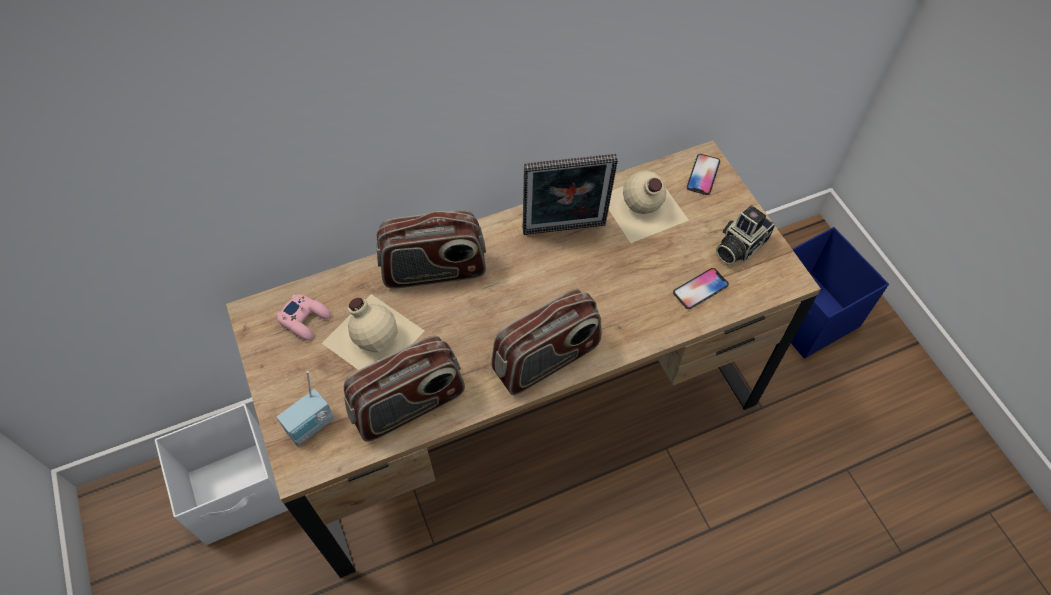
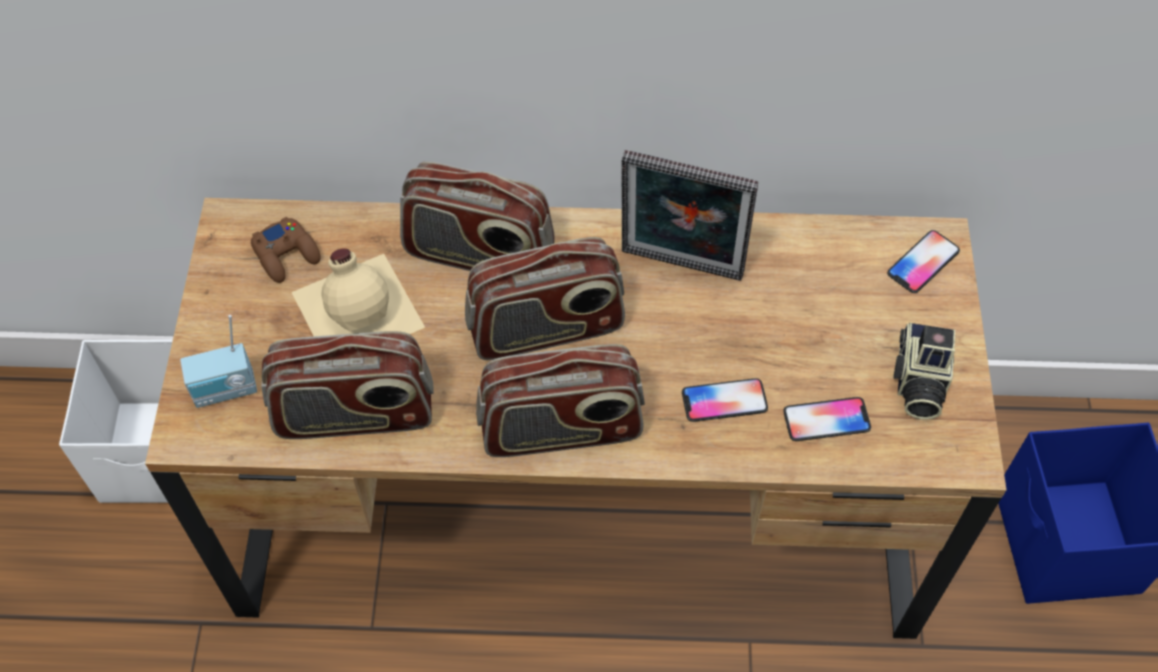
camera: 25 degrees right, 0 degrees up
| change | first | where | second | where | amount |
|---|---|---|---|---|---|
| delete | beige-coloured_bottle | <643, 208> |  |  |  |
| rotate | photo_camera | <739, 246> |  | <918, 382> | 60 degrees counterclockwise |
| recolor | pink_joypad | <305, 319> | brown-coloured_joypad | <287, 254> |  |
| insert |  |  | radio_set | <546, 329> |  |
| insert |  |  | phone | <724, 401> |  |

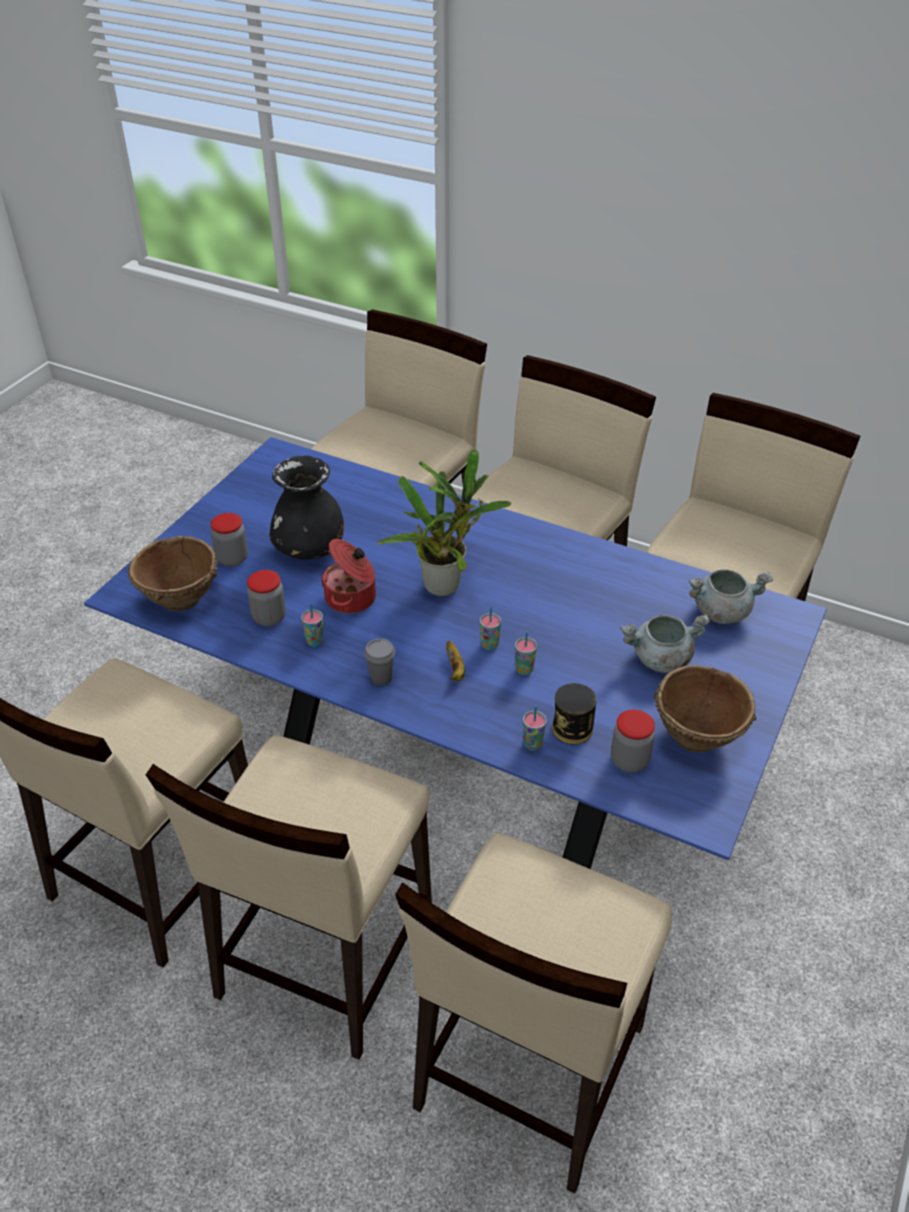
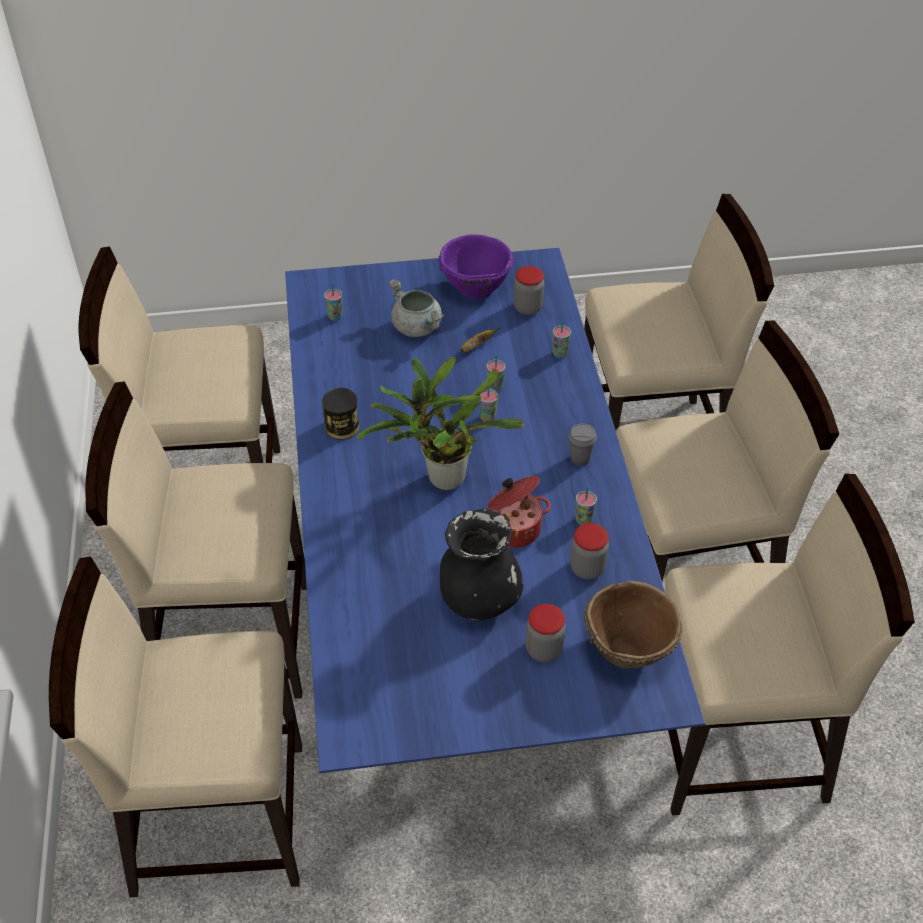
camera: 125 degrees left, 5 degrees up
| change | first | where | second | where | amount |
|---|---|---|---|---|---|
| replace | grey_saucepot | <722, 611> | drinking_cup | <335, 317> |  |
| move | banana | <455, 670> |  | <477, 346> |  |
| recolor | brown-coloured_bowl | <698, 735> | purplish_bowl | <475, 287> |  |
| move | can | <572, 728> |  | <342, 427> |  |

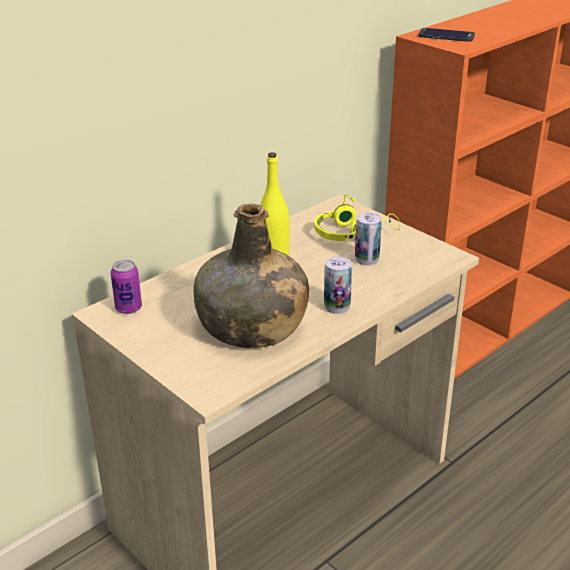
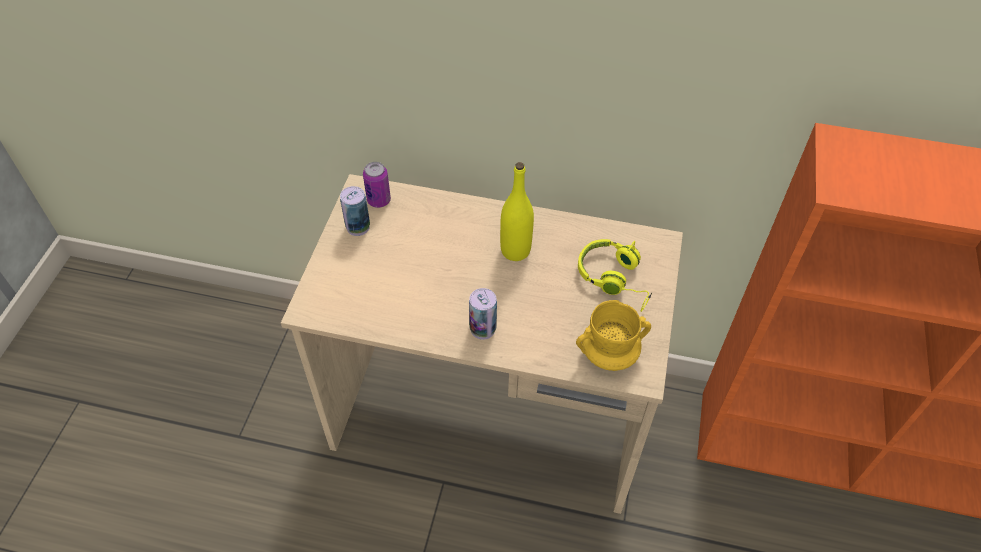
camera: 55 degrees right, 20 degrees up
| change | first | where | second | where | amount |
|---|---|---|---|---|---|
| delete | phone | <446, 36> |  |  |  |
| delete | greenish_bottle | <251, 327> |  |  |  |
| move | can | <366, 259> |  | <358, 227> |  |
| insert |  |  | yellowish_mug | <609, 354> |  |

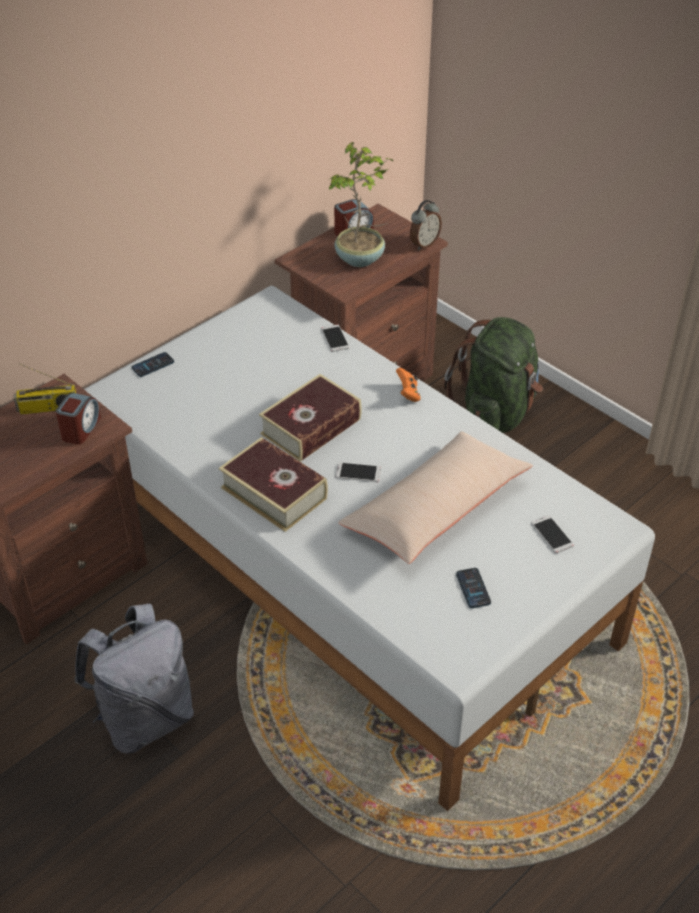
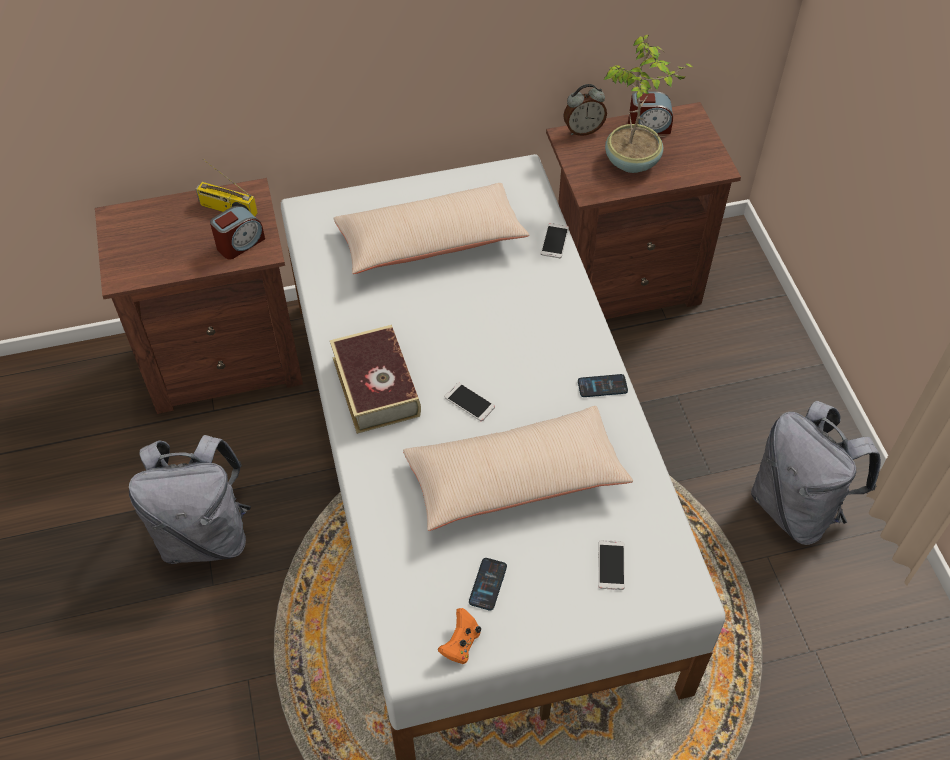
camera: 30 degrees right, 10 degrees up
| change | first | where | second | where | amount |
|---|---|---|---|---|---|
| move | table_clock | <424, 244> |  | <583, 130> |  |
| delete | greenish_knapsack | <495, 414> |  |  |  |
| move | phone | <153, 365> |  | <602, 386> |  |
| move | orange-coloured_joypad | <408, 394> |  | <461, 644> |  |
| delete | volume | <311, 427> |  |  |  |
| insert |  |  | beige-coloured_pillow | <430, 241> |  |
| insert |  |  | grey_knapsack | <797, 507> |  |

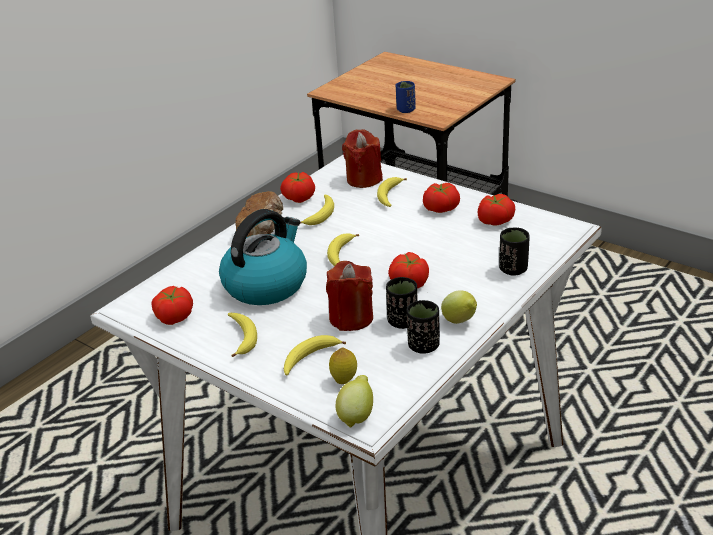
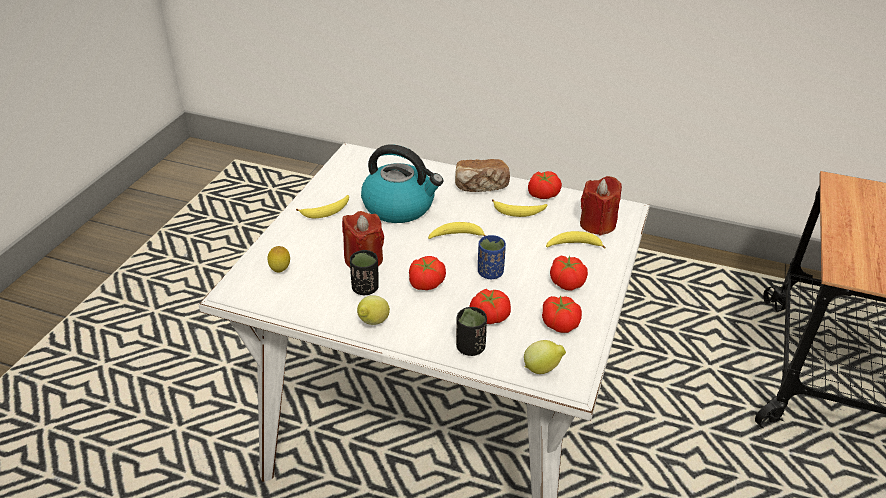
camera: 70 degrees right, 5 degrees up
| change | first | where | second | where | amount |
|---|---|---|---|---|---|
| move | blue_drinking_cup | <406, 110> |  | <490, 273> |  |
| move | whole_tomato | <174, 317> |  | <489, 316> |  |
| delete | blackish_drinking_cup | <423, 346> |  |  |  |
| delete | banana | <309, 359> |  |  |  |
| move | whole_lemon | <356, 416> |  | <542, 369> |  |

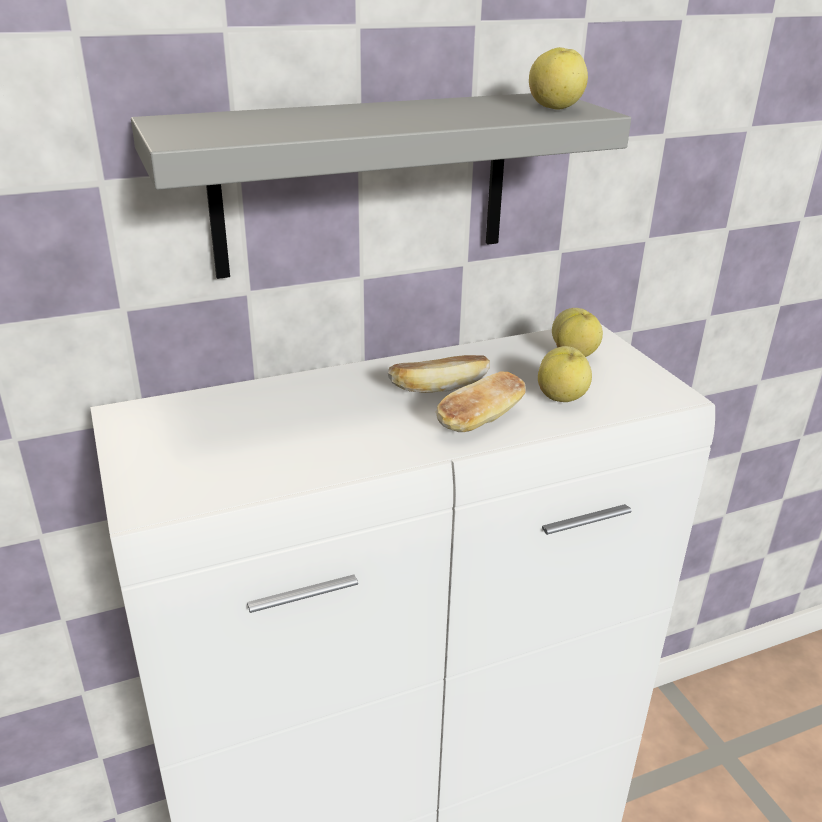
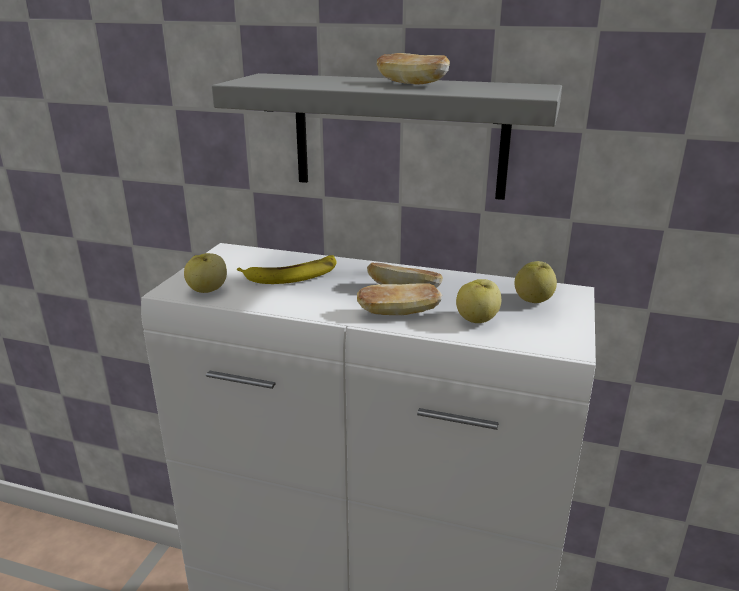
camera: 40 degrees right, 5 degrees down
| change | first | where | second | where | amount |
|---|---|---|---|---|---|
| move | apple_fruit | <556, 108> |  | <207, 290> |  |
| insert |  |  | bakery_bread | <411, 84> |  |
| insert |  |  | banana | <292, 275> |  |

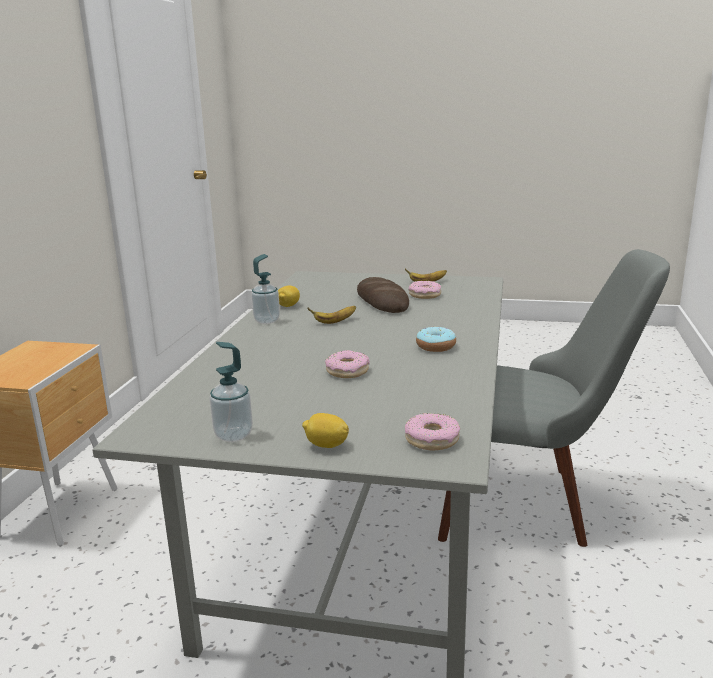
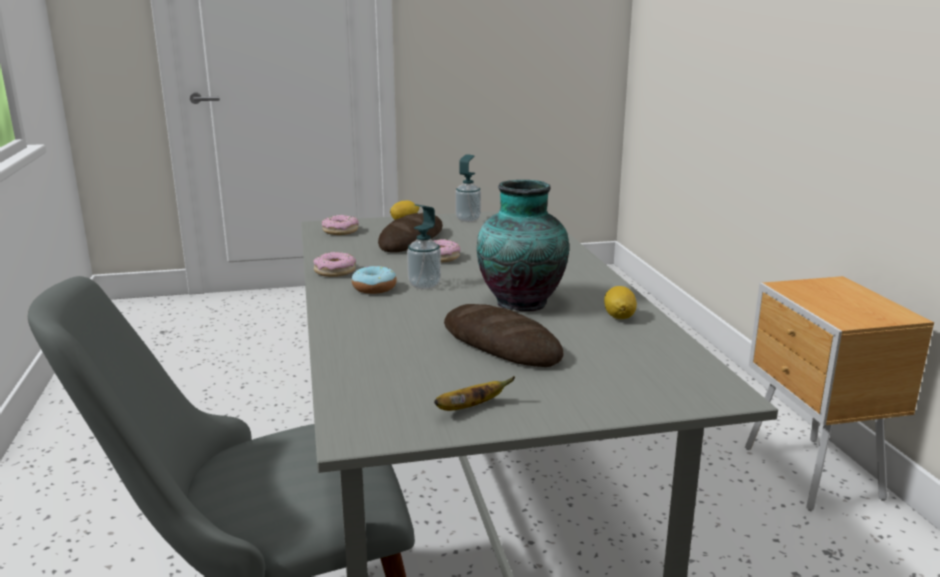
camera: 155 degrees right, 0 degrees up
| change | first | where | second | where | amount |
|---|---|---|---|---|---|
| move | soap_bottle | <267, 321> |  | <424, 285> |  |
| move | doughnut | <425, 295> |  | <334, 271> |  |
| replace | banana | <334, 322> | vase | <521, 302> |  |
| insert |  |  | bakery_bread | <411, 240> |  |

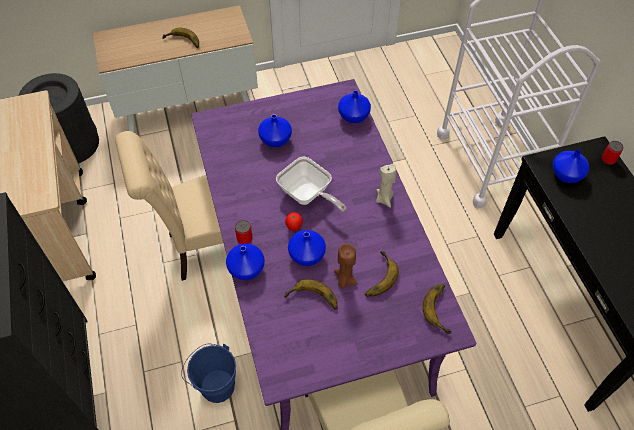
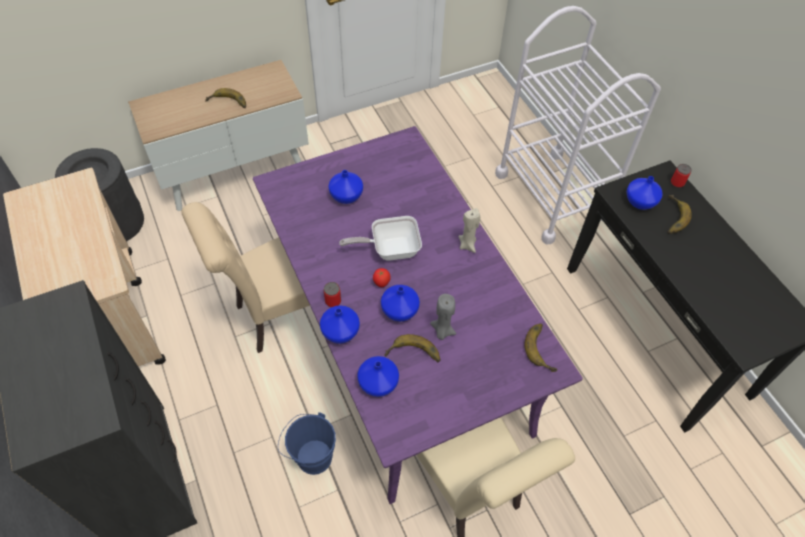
camera: 10 degrees left, 0 degrees up
| change | first | where | second | where | amount |
|---|---|---|---|---|---|
| move | blue_vase | <353, 117> |  | <378, 384> |  |
| rotate | skillet | <308, 195> |  | <390, 249> | 135 degrees clockwise |
| recolor | brown-coloured_candle | <344, 280> | grey_candle | <442, 331> |  |
| move | banana | <376, 276> |  | <671, 217> |  |

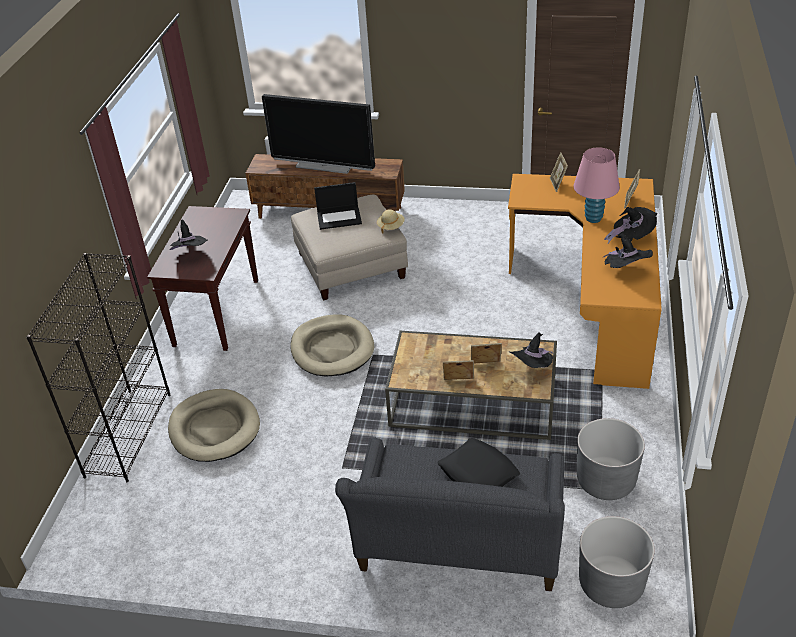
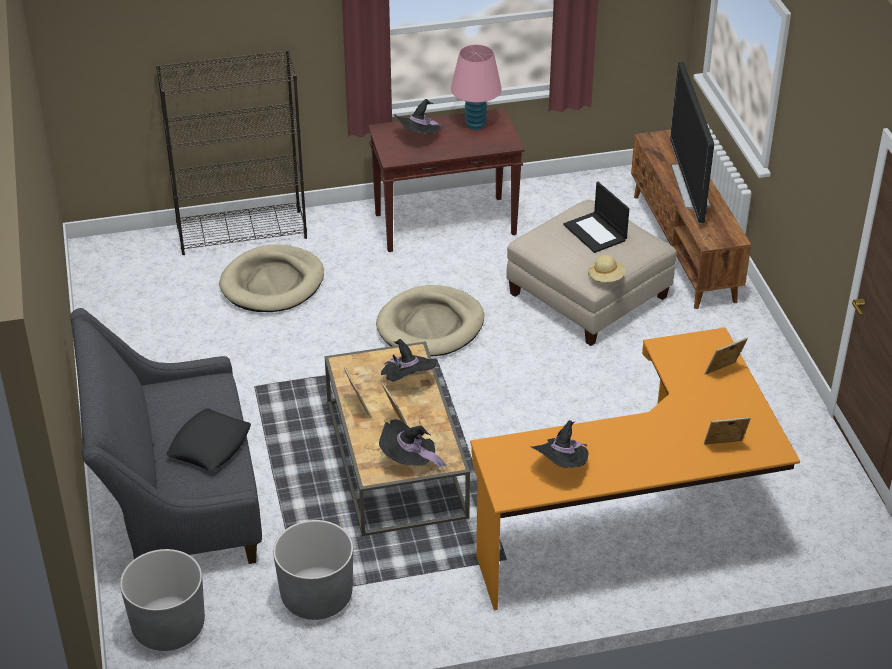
camera: 65 degrees right, 0 degrees up
| change | first | where | second | where | amount |
|---|---|---|---|---|---|
| move | pink_table_lamp | <593, 218> |  | <475, 125> |  |
| move | blackish_wearable_hat | <631, 237> |  | <407, 381> |  |

